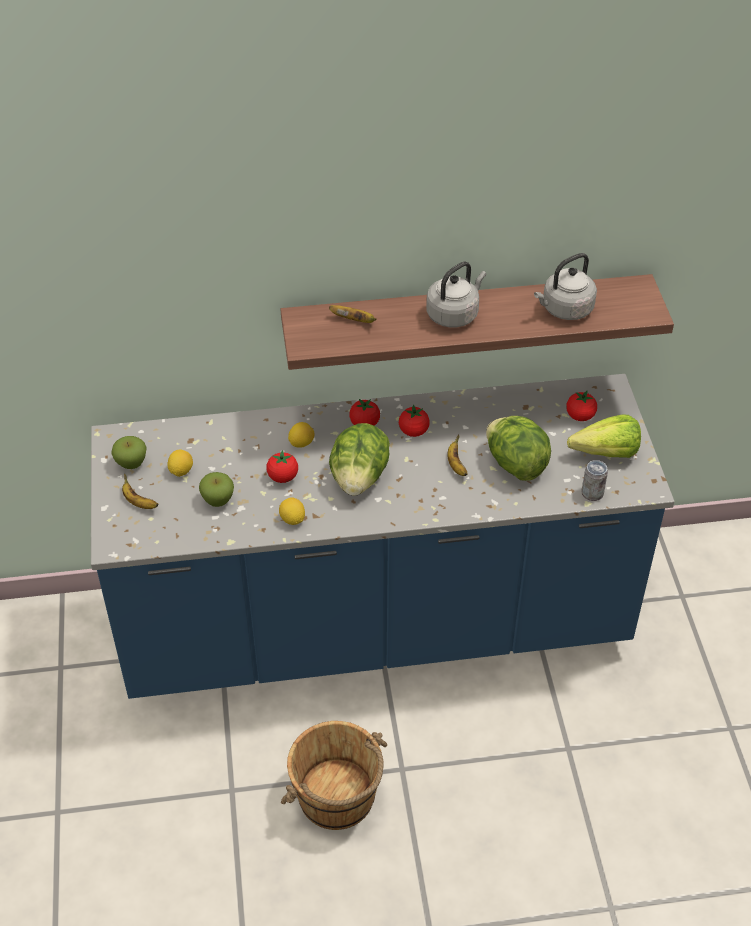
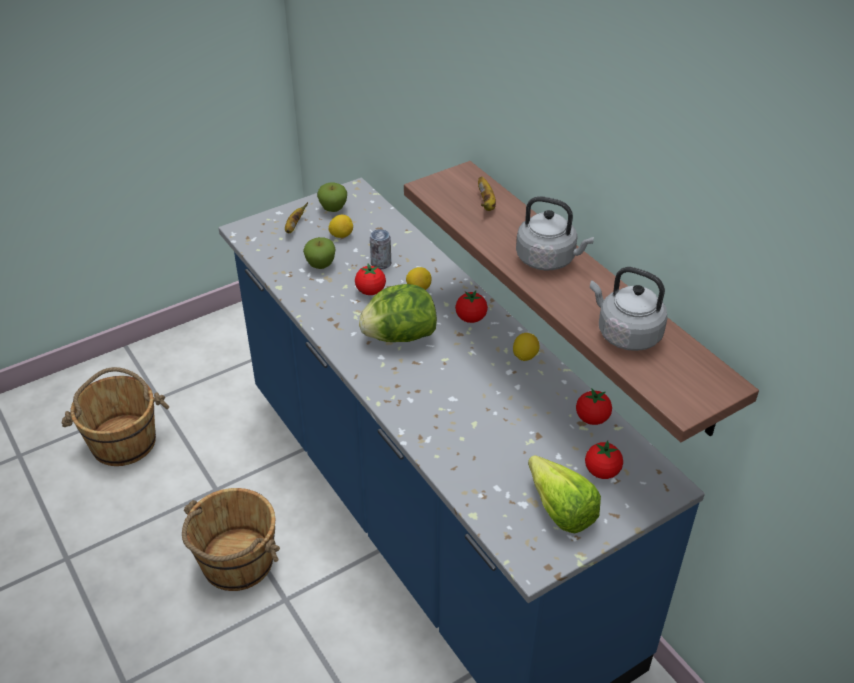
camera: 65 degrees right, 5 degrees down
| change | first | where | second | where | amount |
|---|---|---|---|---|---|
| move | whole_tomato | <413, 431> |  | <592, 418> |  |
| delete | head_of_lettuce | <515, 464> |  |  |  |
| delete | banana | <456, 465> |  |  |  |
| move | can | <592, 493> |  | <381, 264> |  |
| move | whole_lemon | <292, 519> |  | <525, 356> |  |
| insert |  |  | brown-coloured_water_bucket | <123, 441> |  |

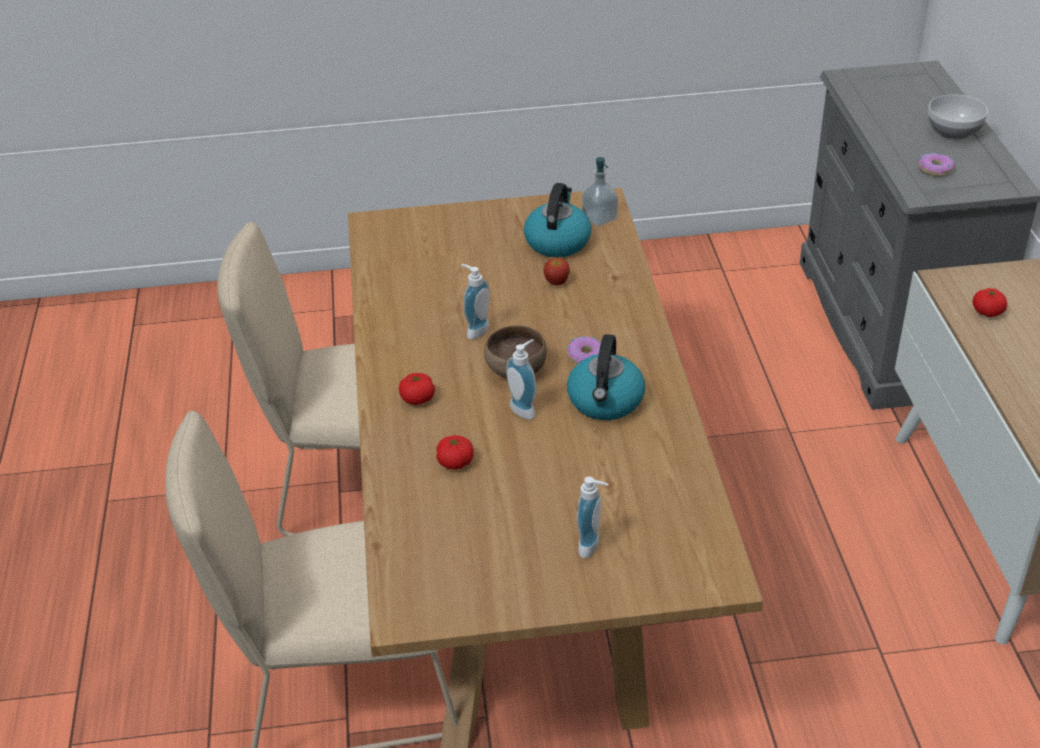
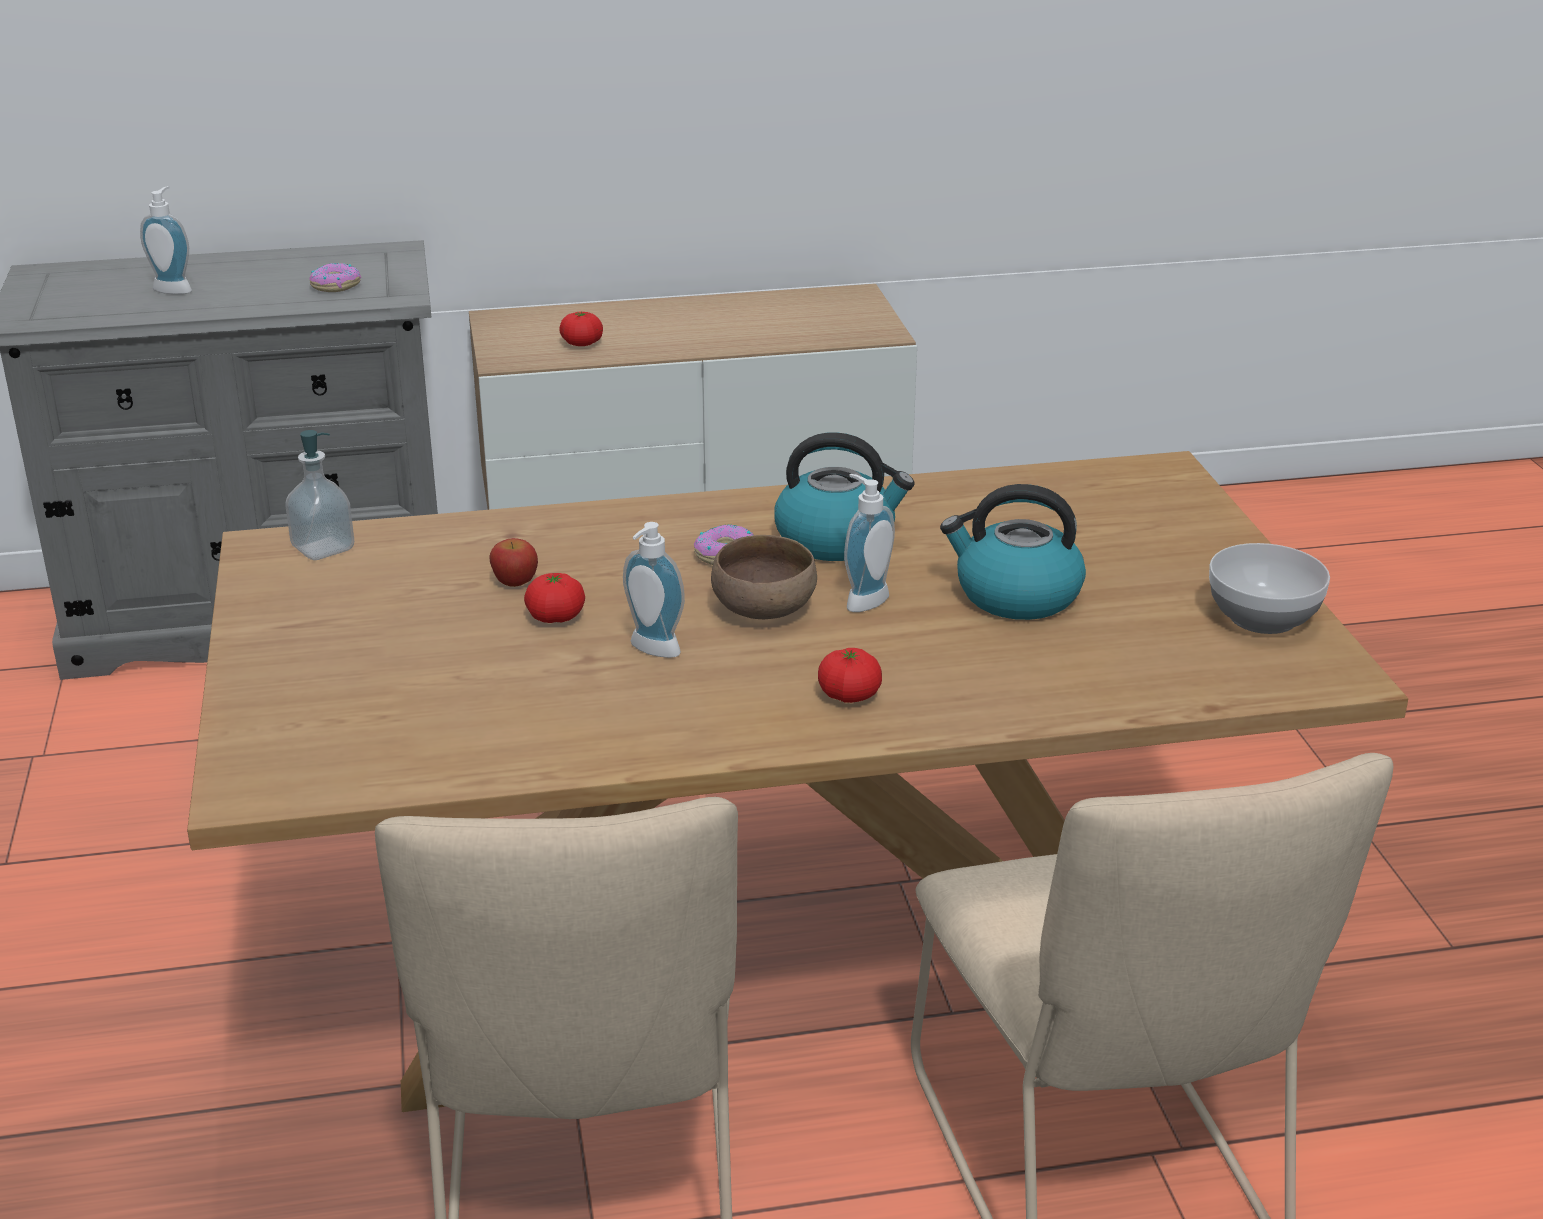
camera: 95 degrees left, 10 degrees down
| change | first | where | second | where | amount |
|---|---|---|---|---|---|
| move | bowl | <954, 131> |  | <1263, 616> |  |
| move | kettle | <557, 241> |  | <1015, 595> |  |
| move | whole_tomato | <455, 462> |  | <555, 617> |  |
| move | soap_bottle | <593, 546> |  | <175, 288> |  |

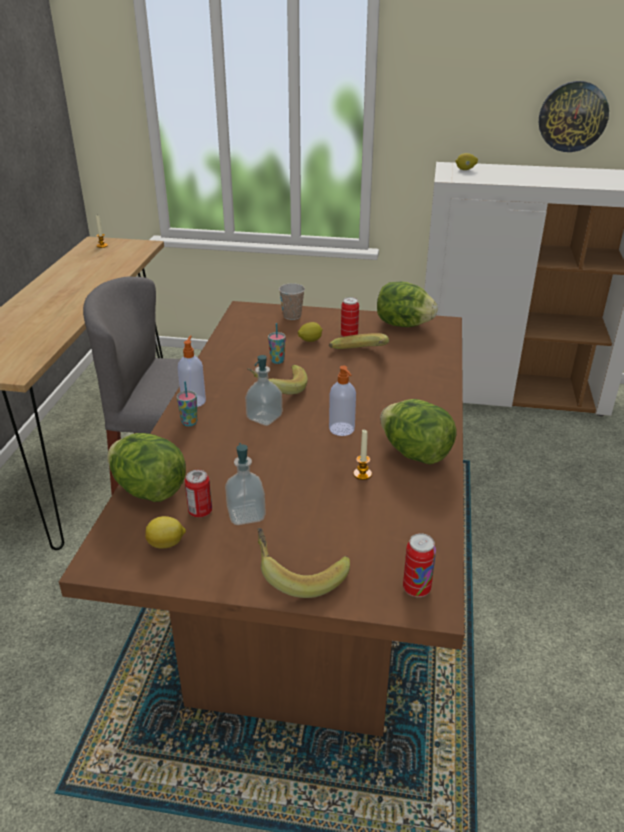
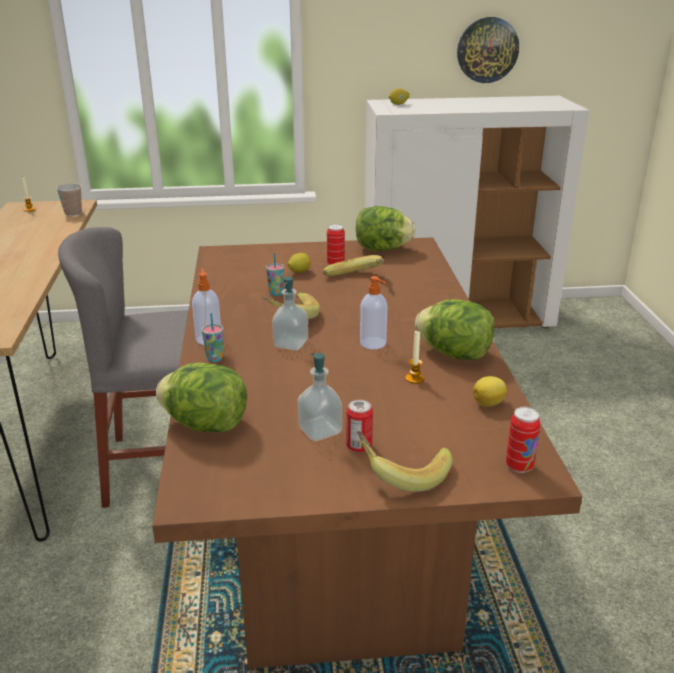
camera: 15 degrees left, 5 degrees down
| change | first | where | second | where | amount |
|---|---|---|---|---|---|
| move | drinking_cup | <292, 316> |  | <73, 213> |  |
| move | can | <200, 511> |  | <359, 446> |  |
| move | whole_lemon | <167, 544> |  | <489, 403> |  |

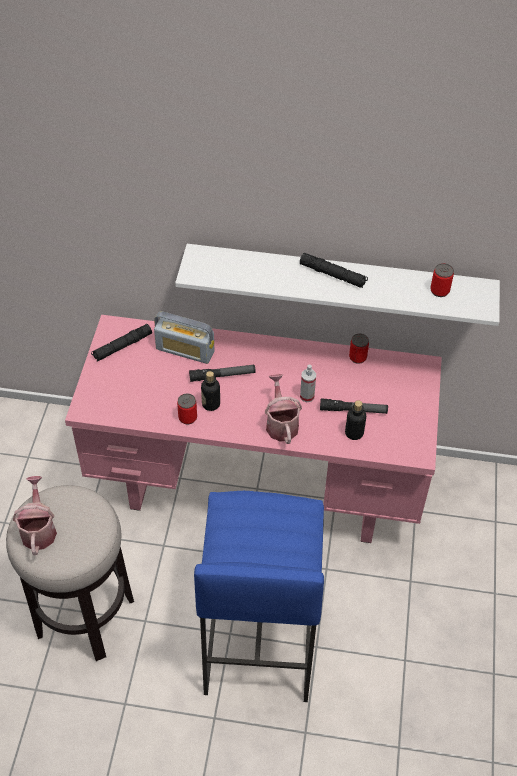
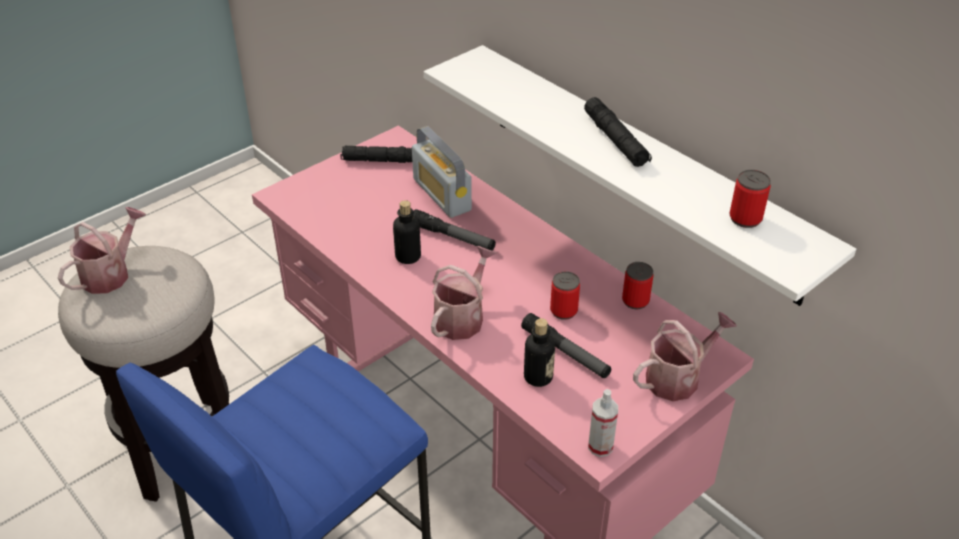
camera: 40 degrees right, 10 degrees down
| change | first | where | second | where | amount |
|---|---|---|---|---|---|
| move | spray_bottle | <307, 396> |  | <600, 446> |  |
| move | can | <187, 417> |  | <563, 311> |  |
| insert |  |  | watering_pot | <678, 377> |  |

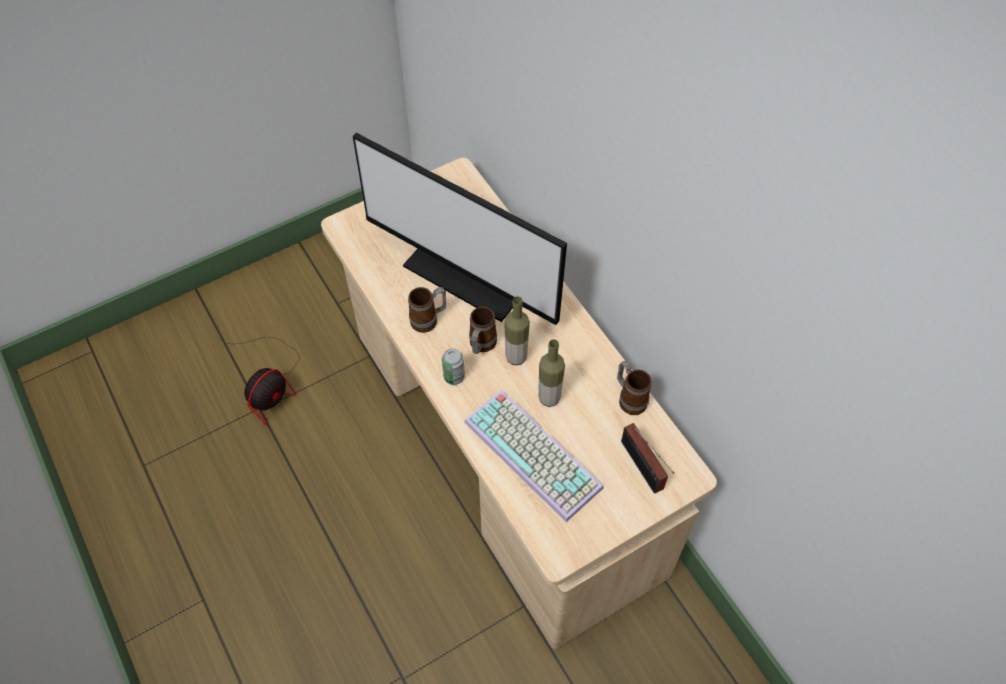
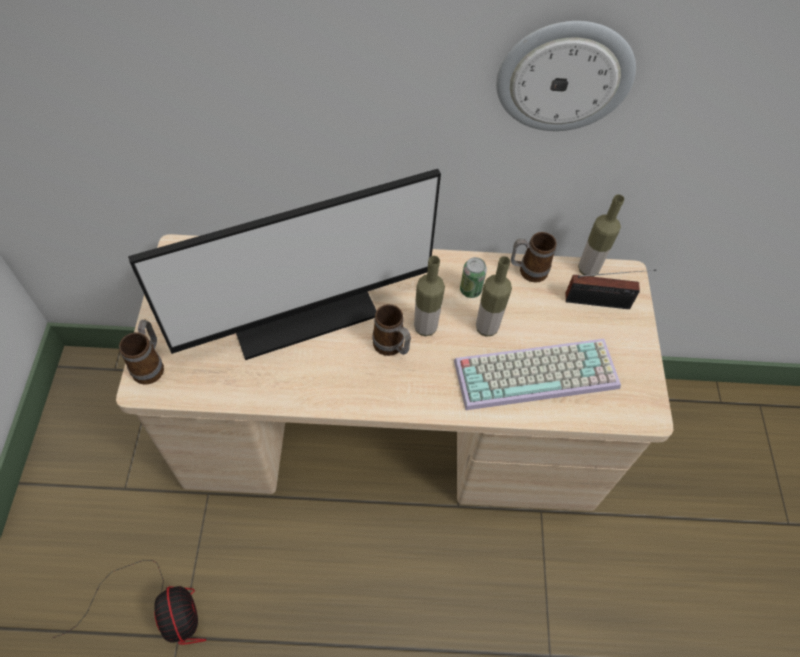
camera: 60 degrees left, 0 degrees up
| change | first | where | second | where | amount |
|---|---|---|---|---|---|
| move | mug | <429, 320> |  | <151, 365> |  |
| move | can | <454, 376> |  | <470, 290> |  |
| insert |  |  | wall_clock | <564, 76> |  |
| insert |  |  | bottle | <588, 269> |  |

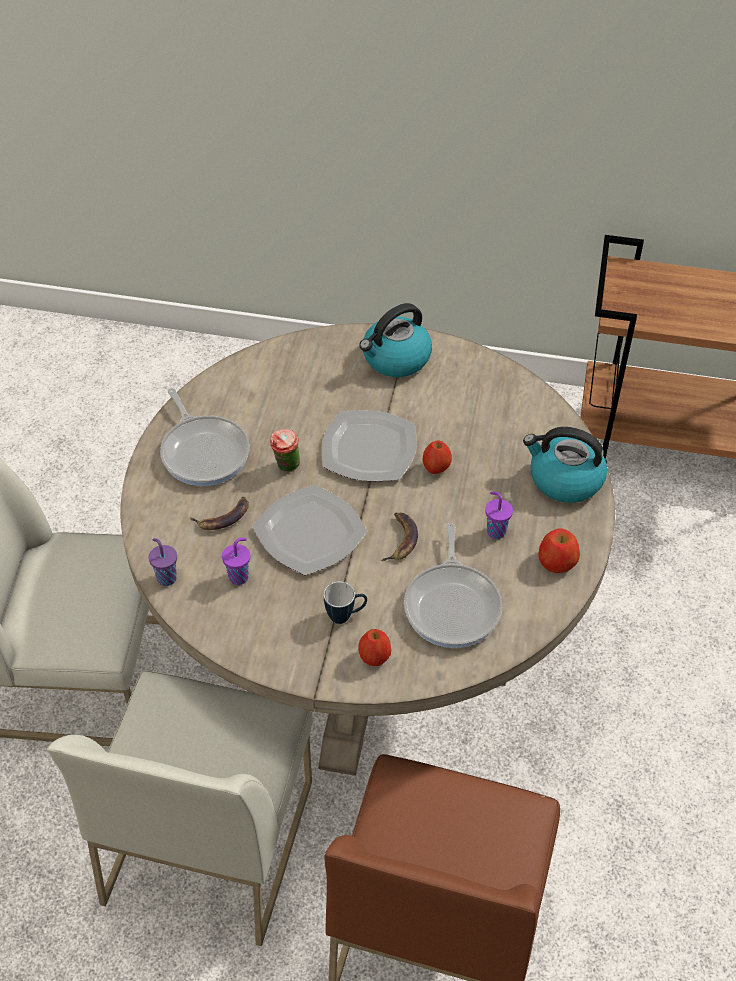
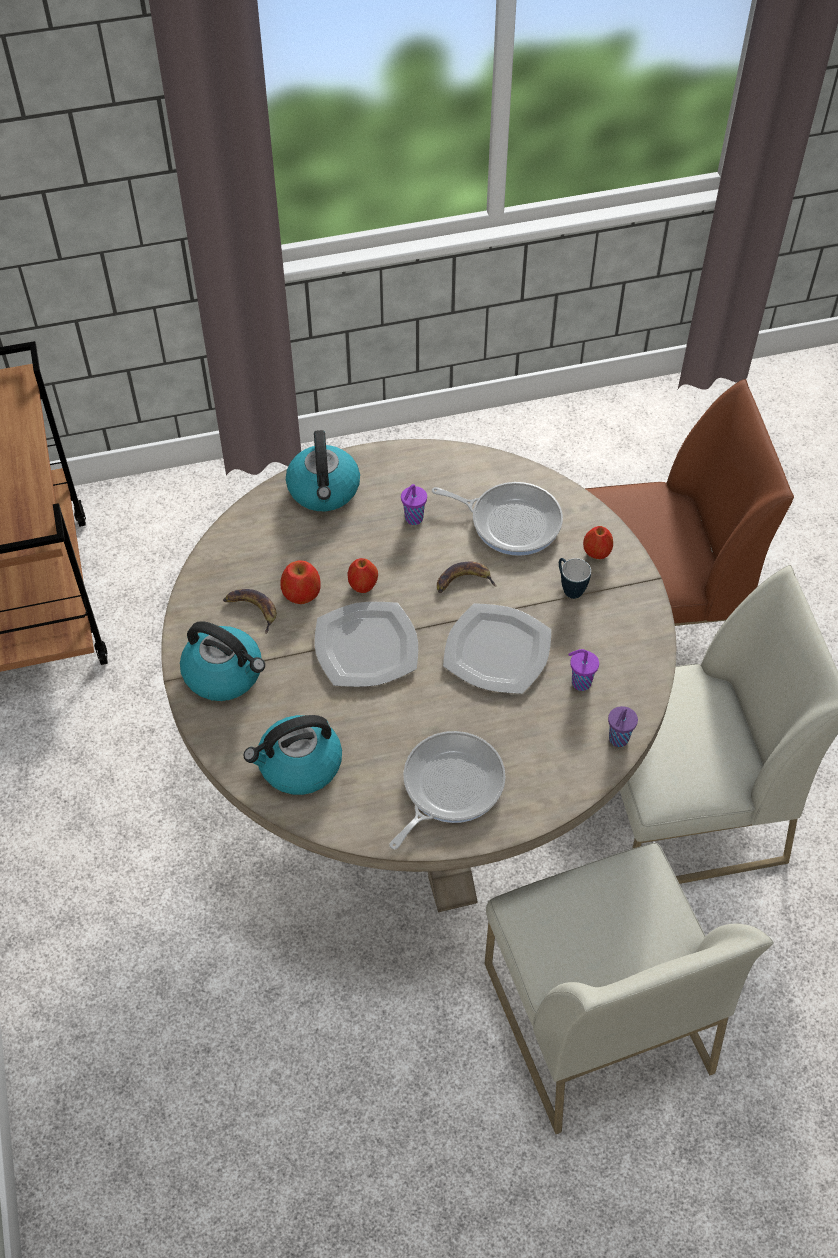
camera: 115 degrees left, 5 degrees up
| change | first | where | second | where | amount |
|---|---|---|---|---|---|
| delete | drinking_cup | <286, 467> |  |  |  |
| move | banana | <223, 517> |  | <252, 610> |  |
| rotate | skillet | <453, 605> |  | <511, 521> | 45 degrees clockwise |
| move | apple_fruit | <557, 561> |  | <301, 592> |  |
| insert |  |  | kettle | <299, 765> |  |

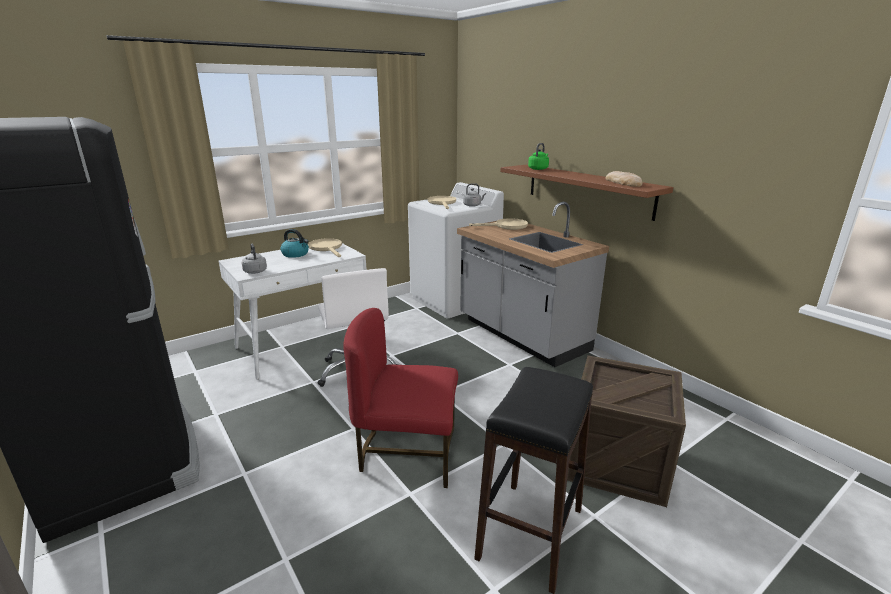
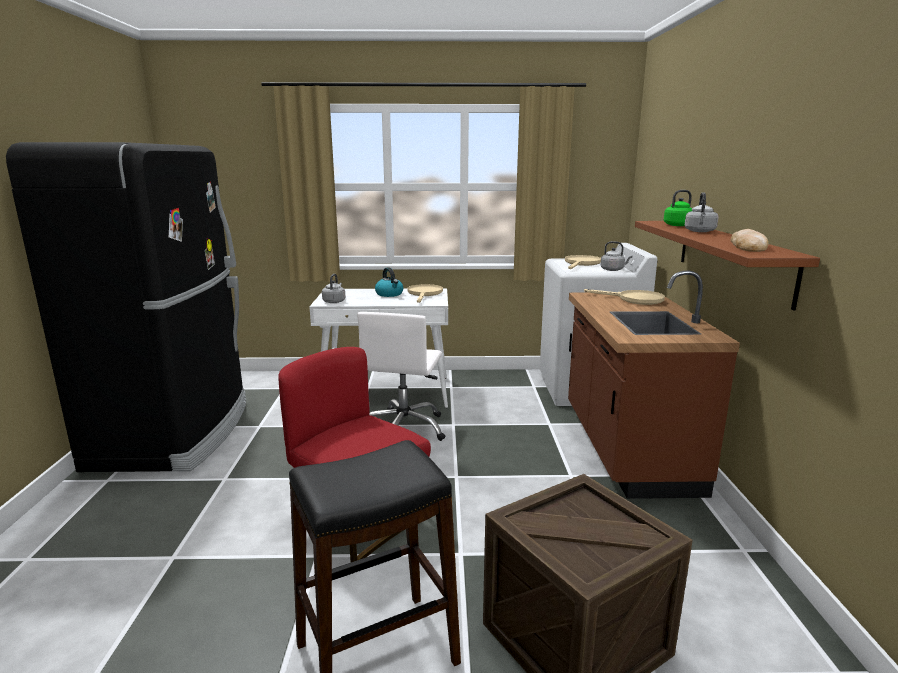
camera: 35 degrees right, 5 degrees down
| change | first | where | second | where | amount |
|---|---|---|---|---|---|
| recolor | grey_kitchen_counter | <521, 335> | brown-coloured_kitchen_counter | <626, 449> |  |
| insert |  |  | grey_kettle | <700, 231> |  |

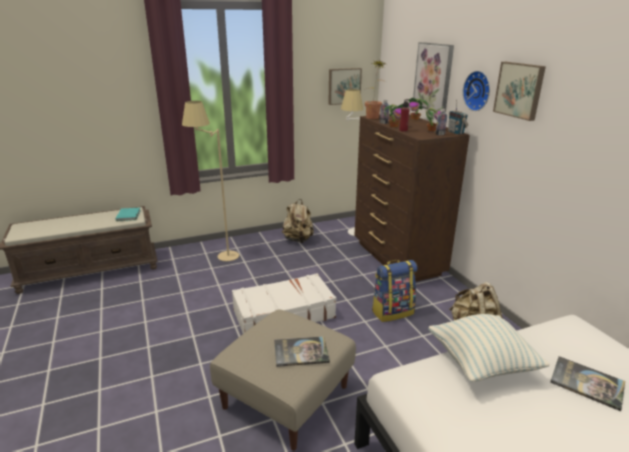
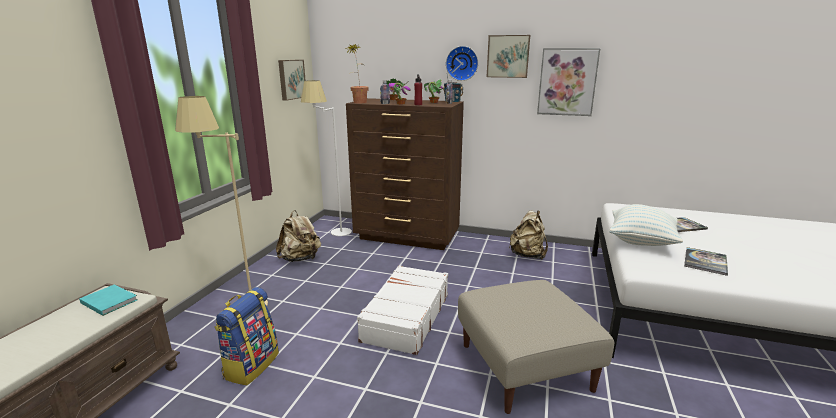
camera: 50 degrees left, 5 degrees down
| change | first | where | second | where | amount |
|---|---|---|---|---|---|
| move | wall_art | <433, 77> |  | <567, 82> |  |
| move | knapsack | <392, 312> |  | <251, 365> |  |
| move | volume | <301, 352> |  | <705, 262> |  |

